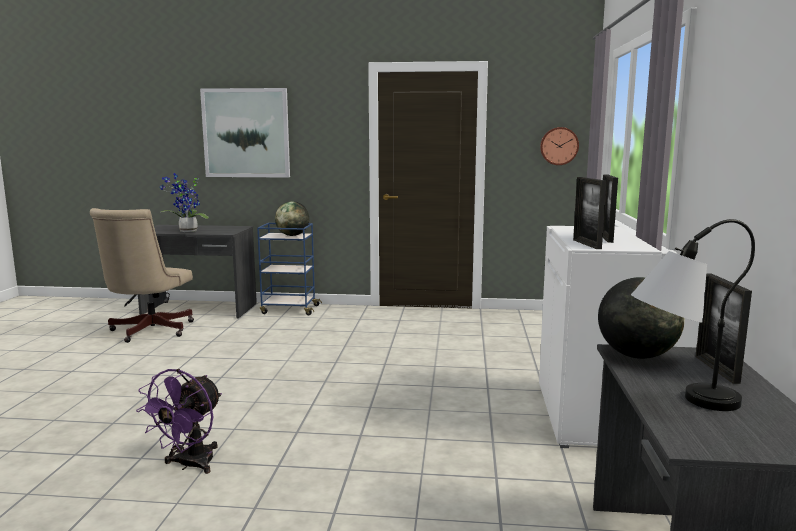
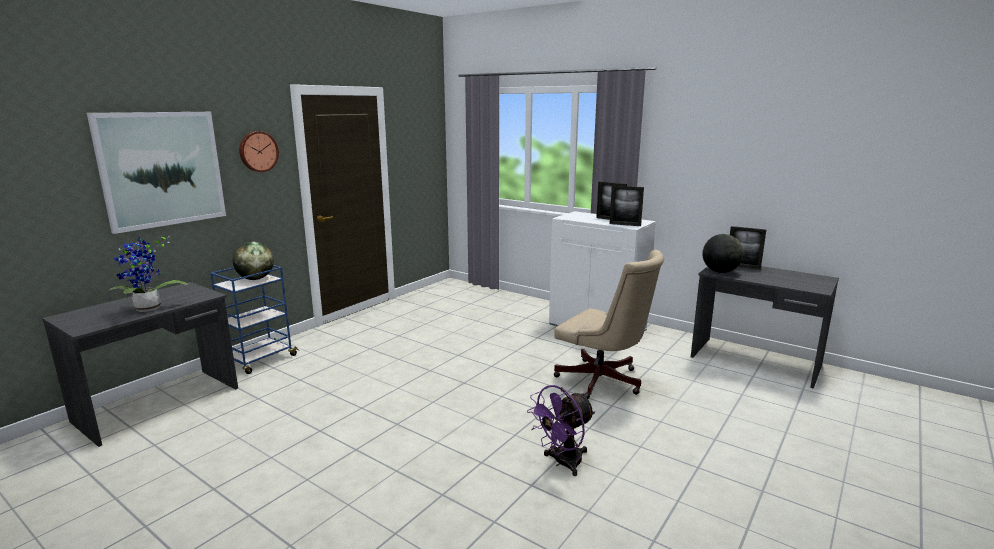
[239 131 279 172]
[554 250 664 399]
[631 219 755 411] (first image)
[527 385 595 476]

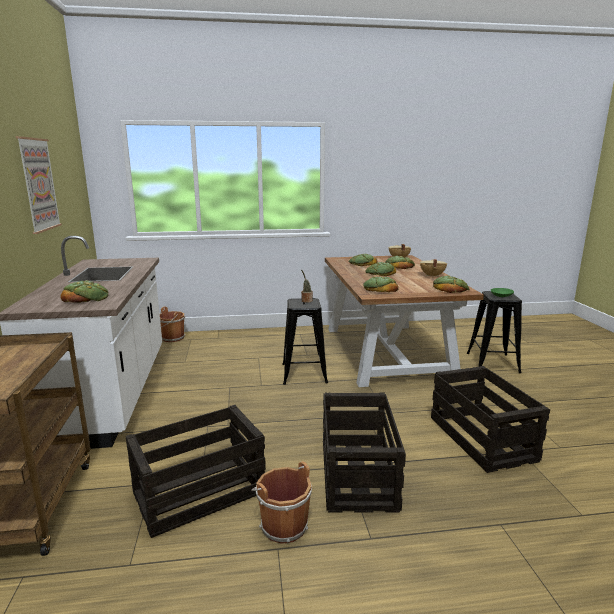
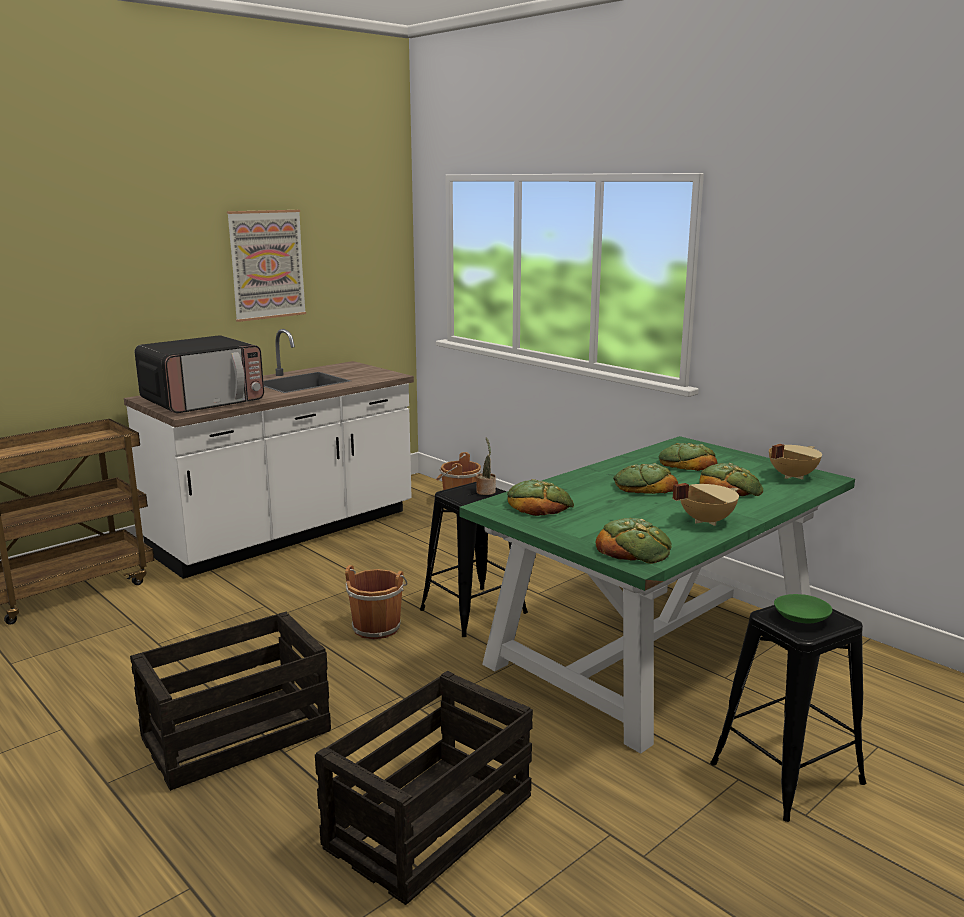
[459 436 855 754]
[135 335 264 413]
[126 405 266 538] (first image)
[345 565 408 639]

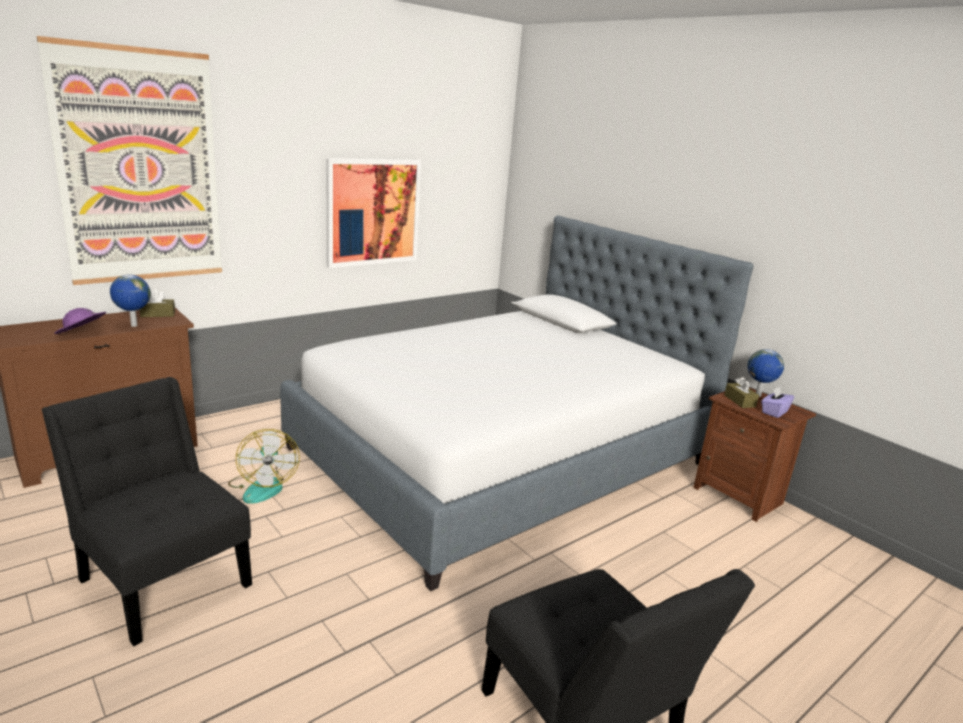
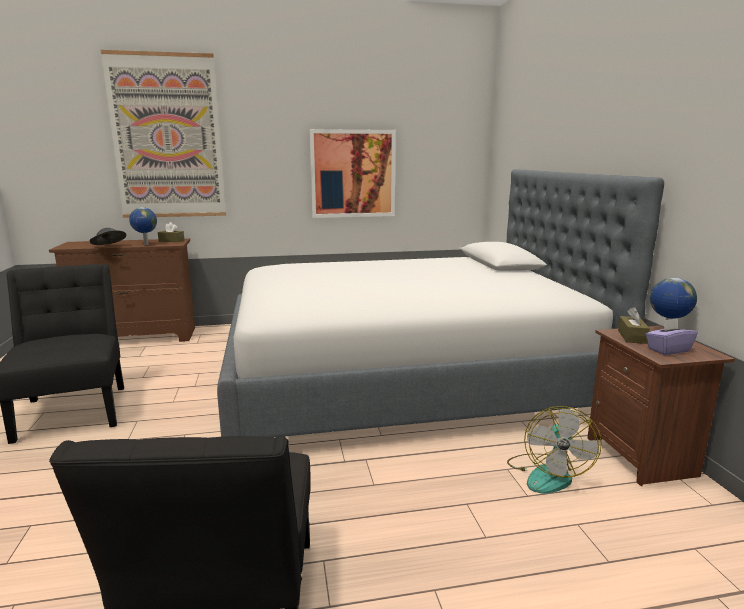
[90 228 126 245]
[507 406 602 494]

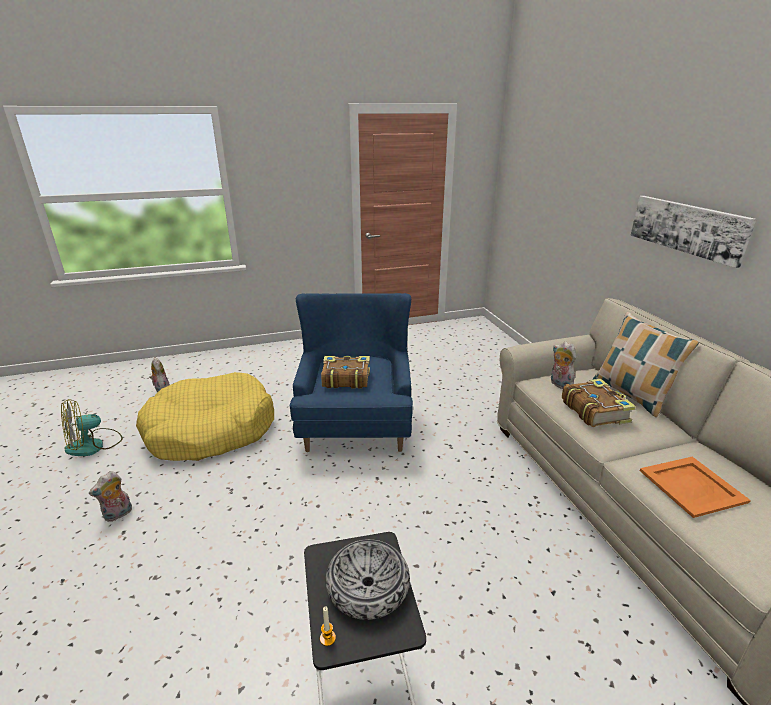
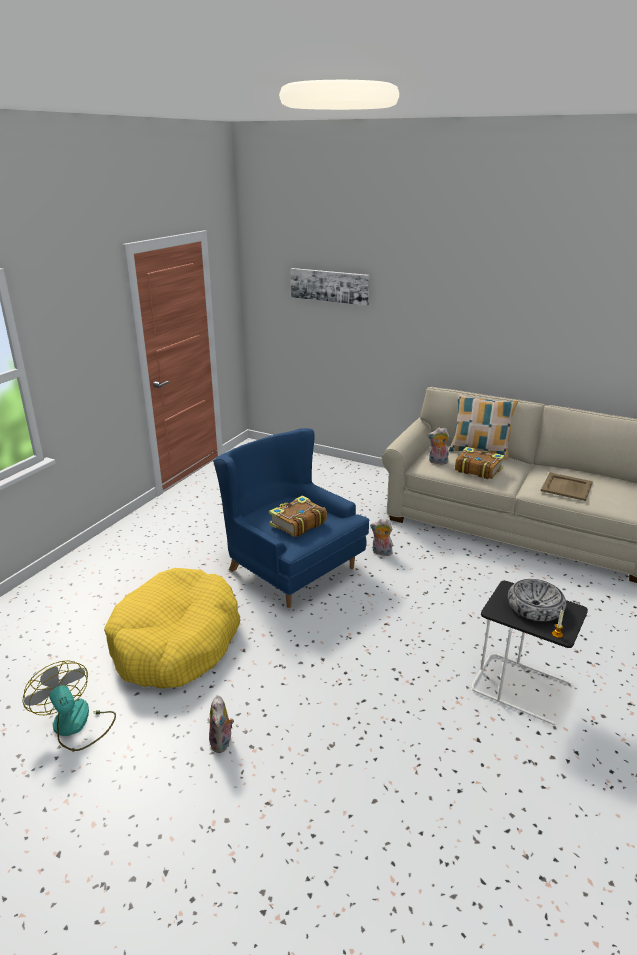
[291 268 370 306]
[370 519 394 556]
[22 660 116 751]
[541 472 593 501]

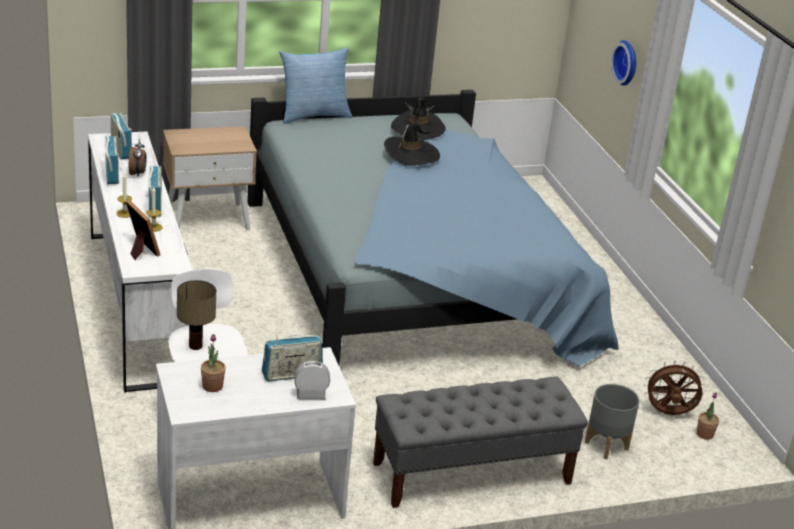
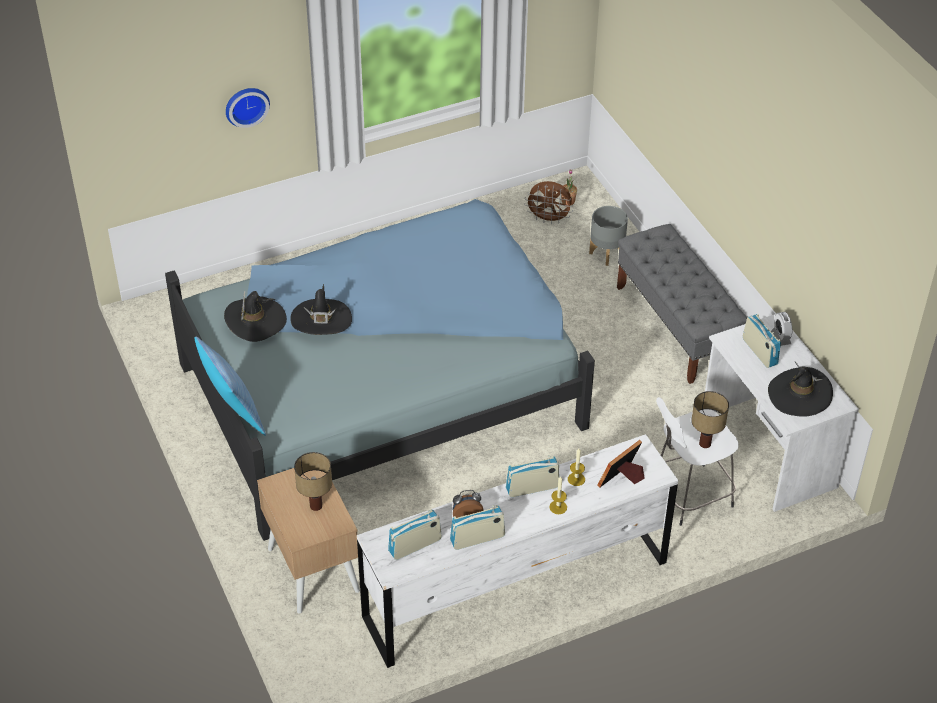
[768 361 833 417]
[525 181 573 224]
[294 452 332 511]

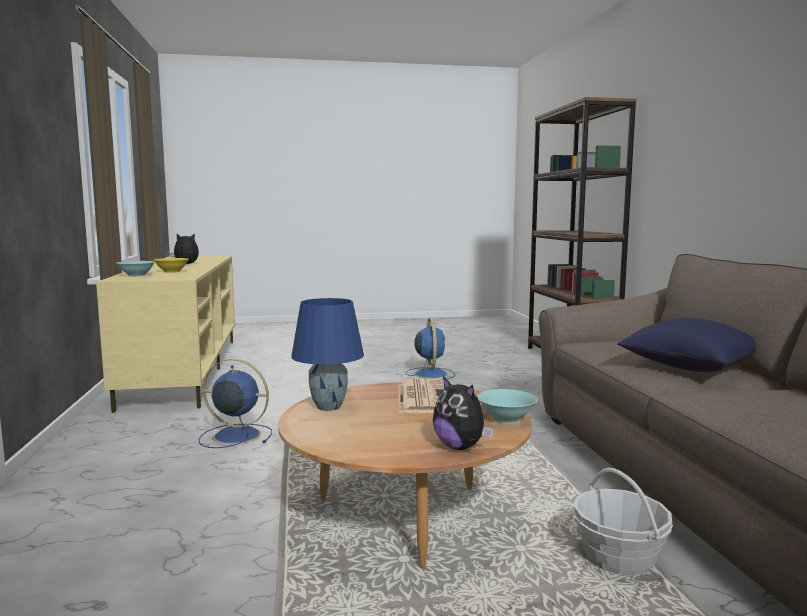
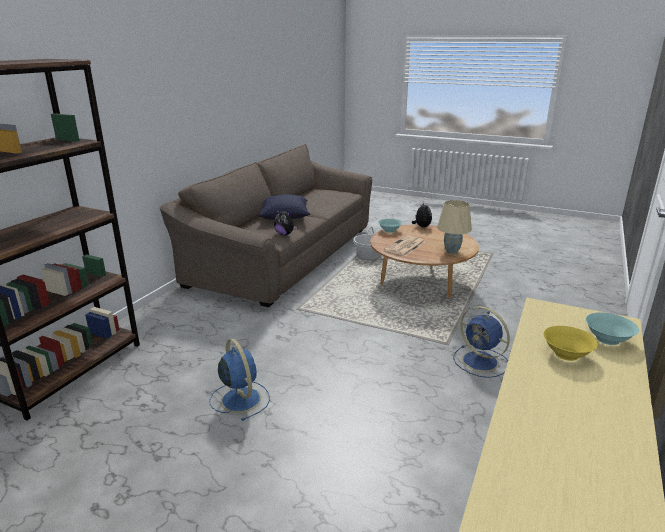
[274 209 297 235]
[437 200 472 254]
[210 338 270 421]

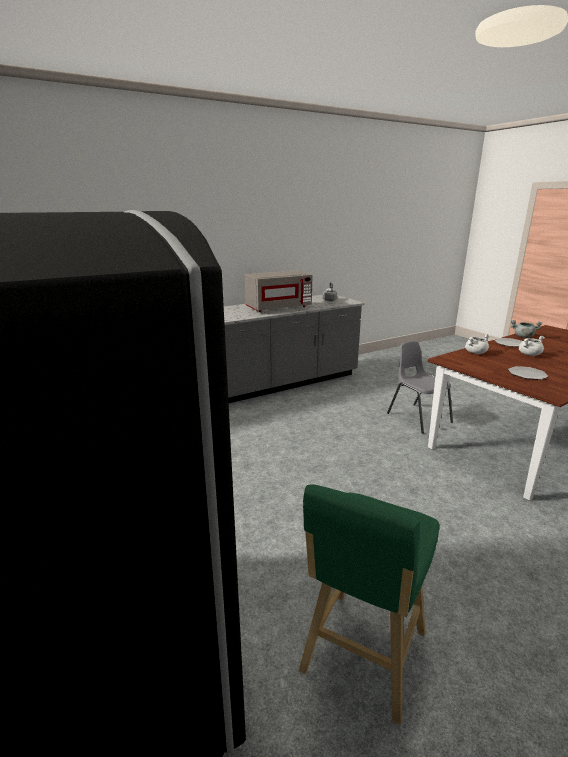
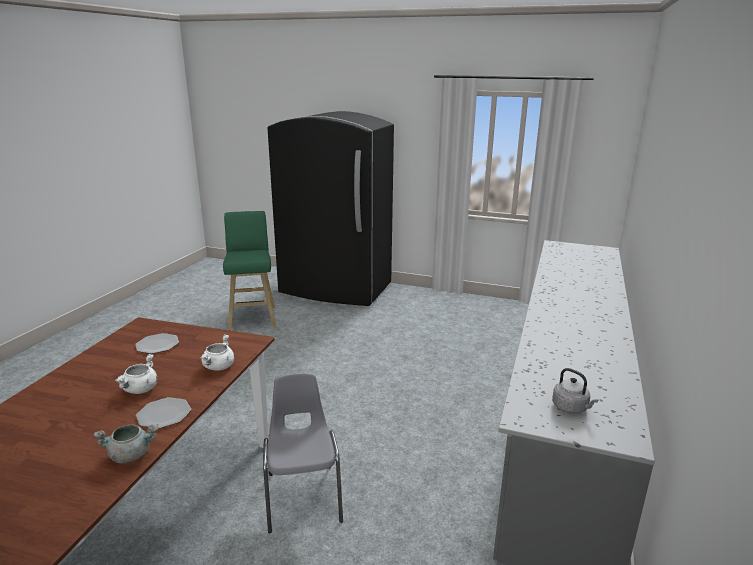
[245 270 313 312] (first image)
[263 373 343 533]

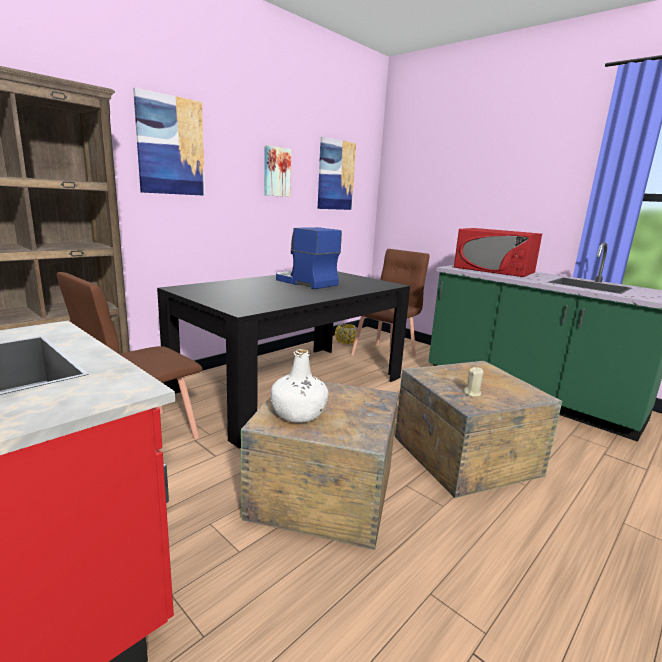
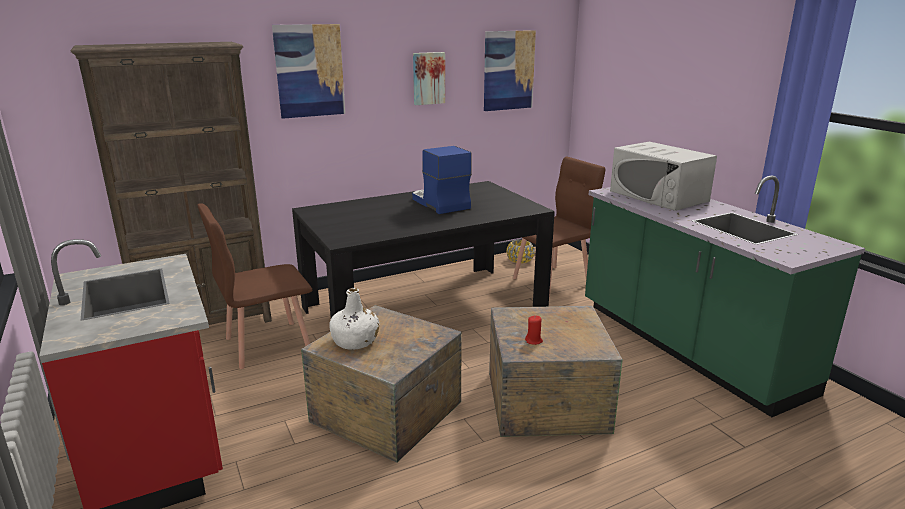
[610 142 717 211]
[525 315 543 345]

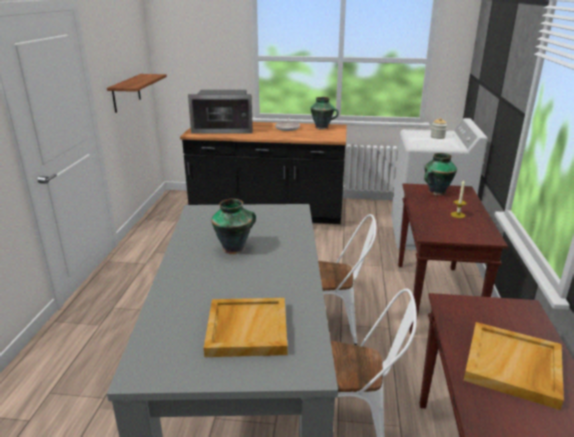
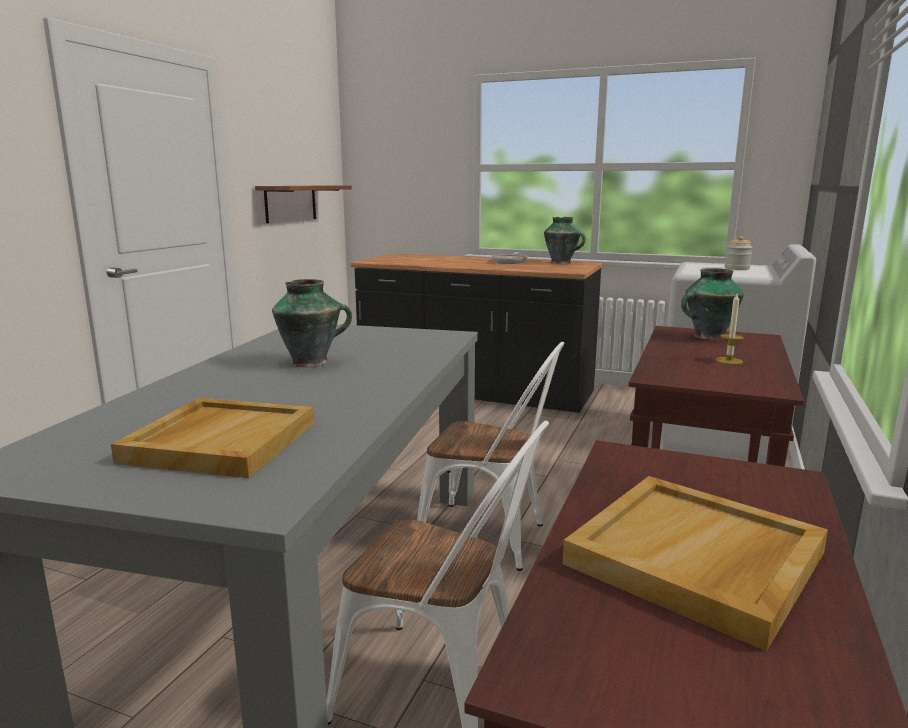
[188 90 253 134] (first image)

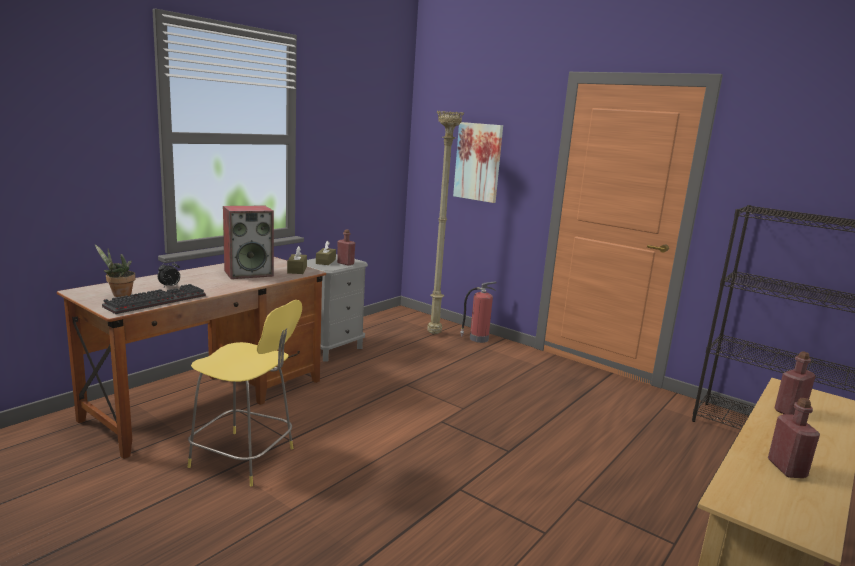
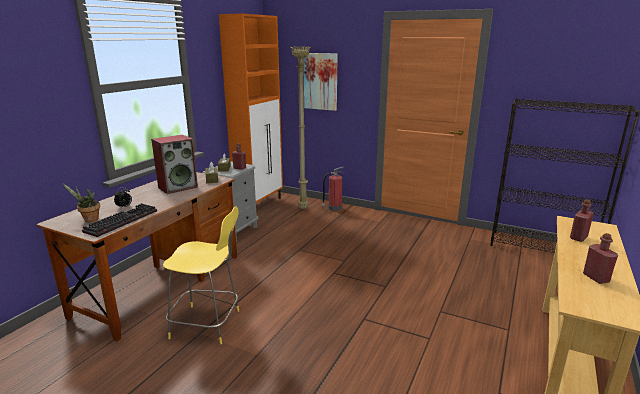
[219 13 283 203]

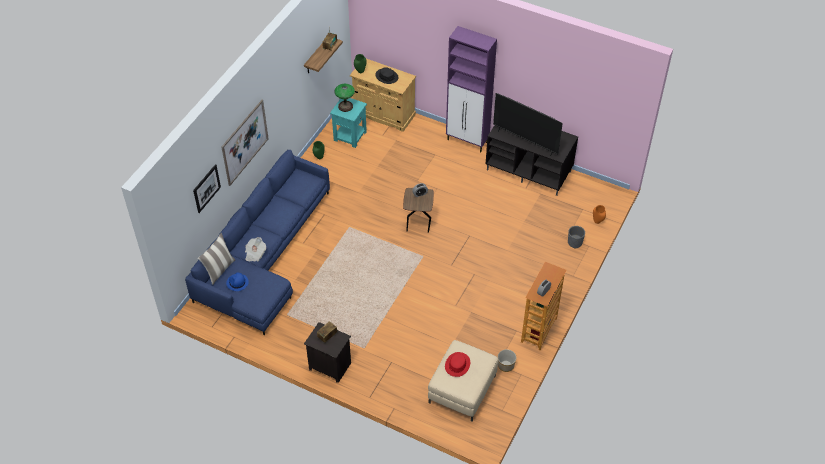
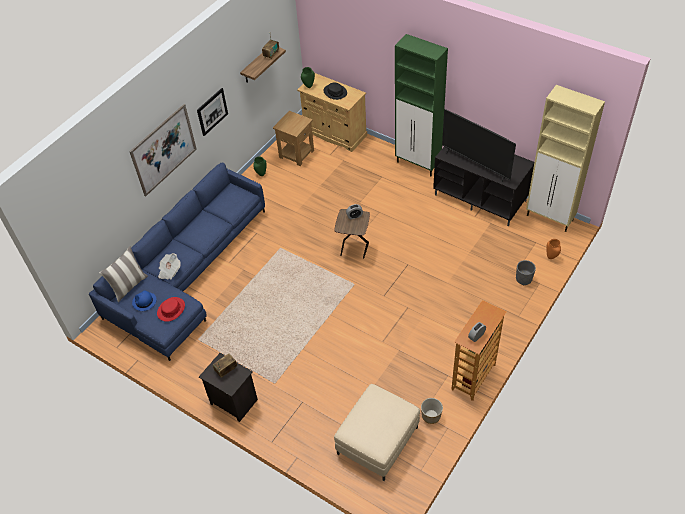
[395 34 448 176]
[334 84 355 112] (first image)
[273 111 314 166]
[197 88 228 136]
[157 297 185 322]
[526 85 605 232]

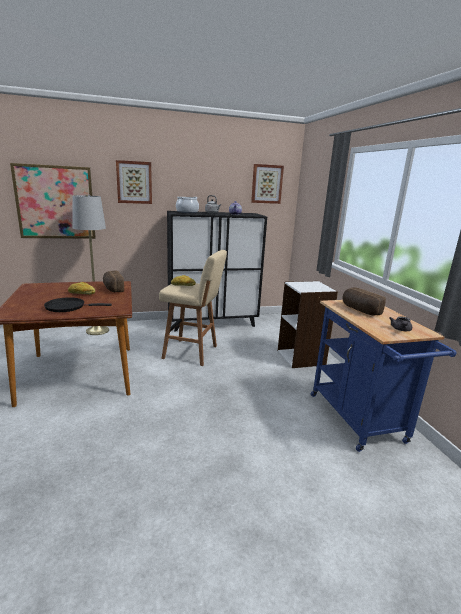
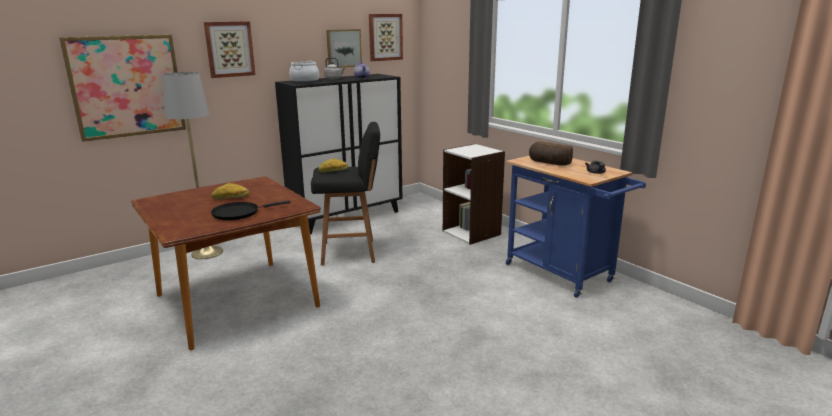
[311 122 380 266]
[103 270 124 292] (first image)
[326 29 362 68]

